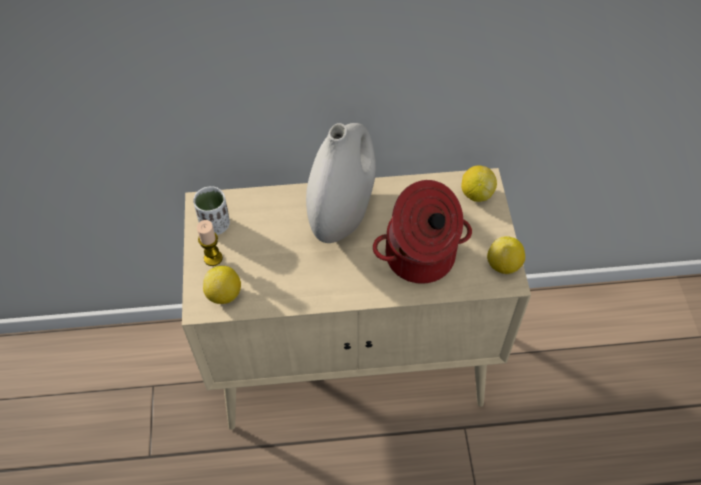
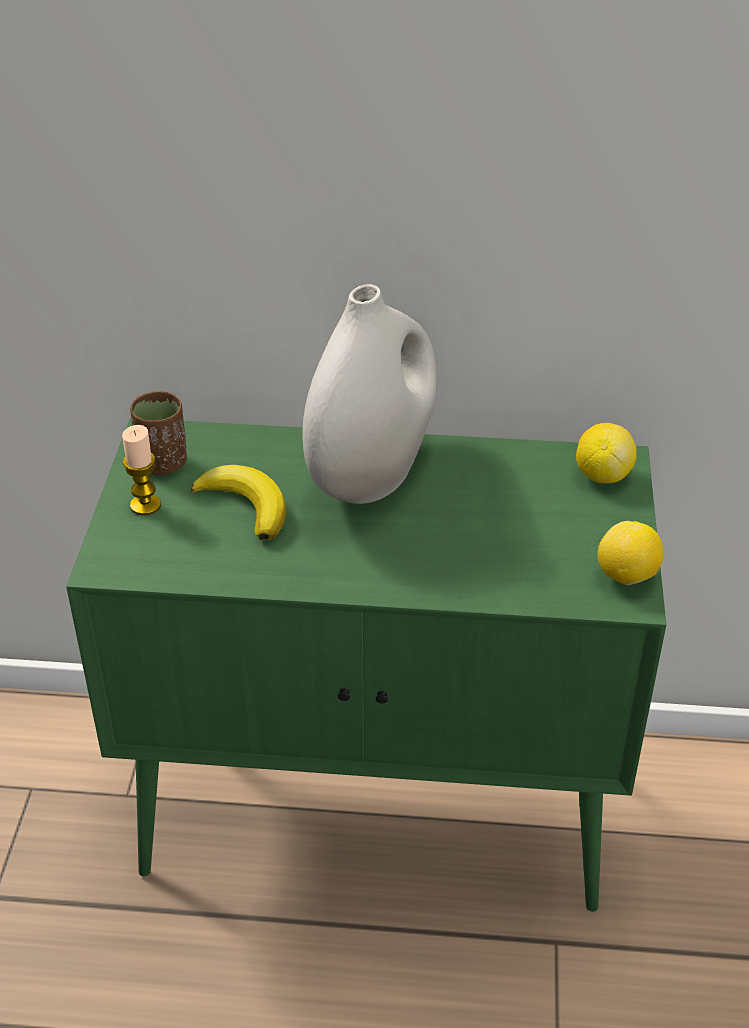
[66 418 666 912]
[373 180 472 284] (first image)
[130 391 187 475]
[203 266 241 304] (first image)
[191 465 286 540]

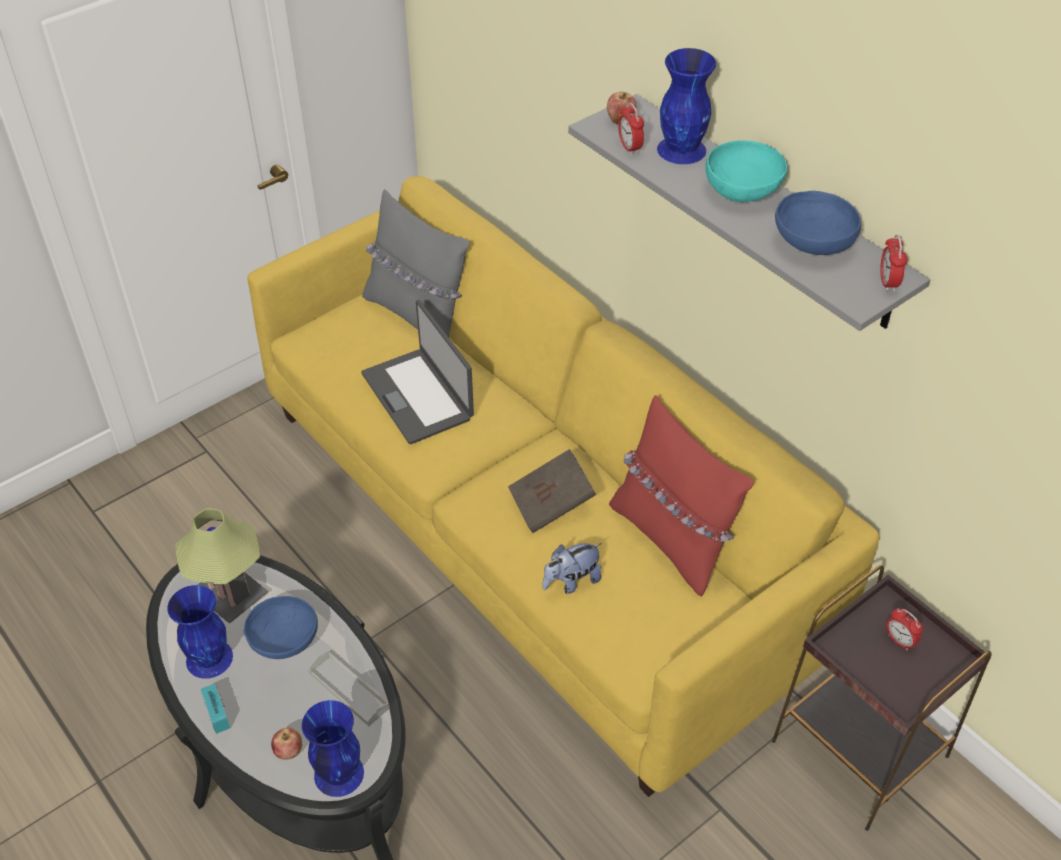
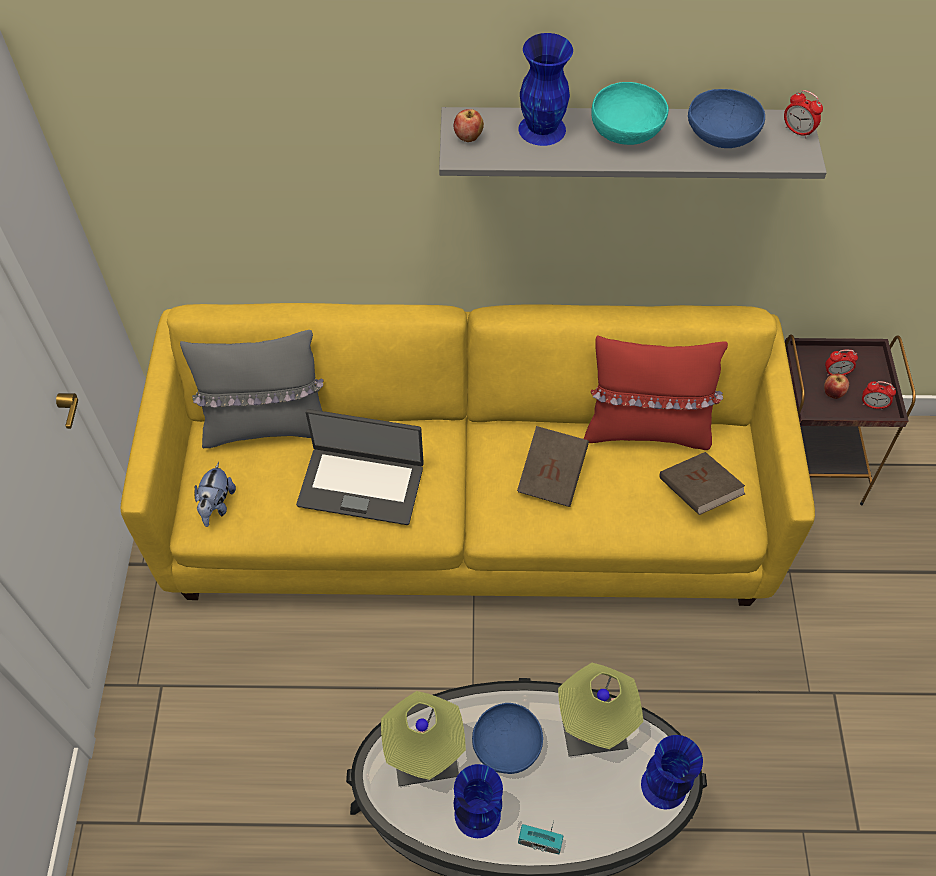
[862 381 896 410]
[195 462 236 527]
[558 663 643 756]
[824 373 849 399]
[659 452 745 515]

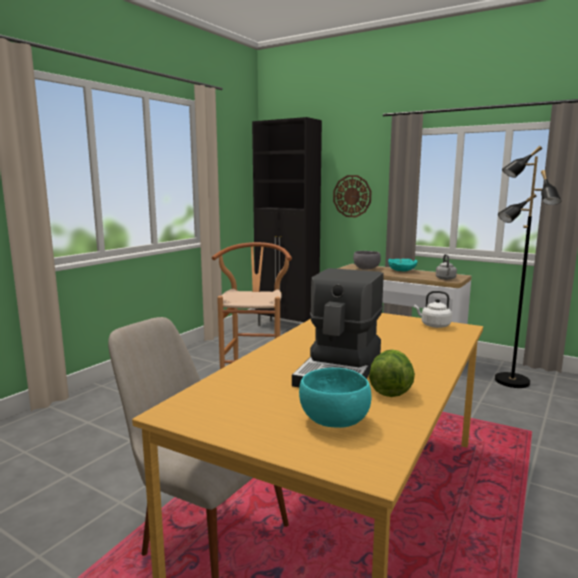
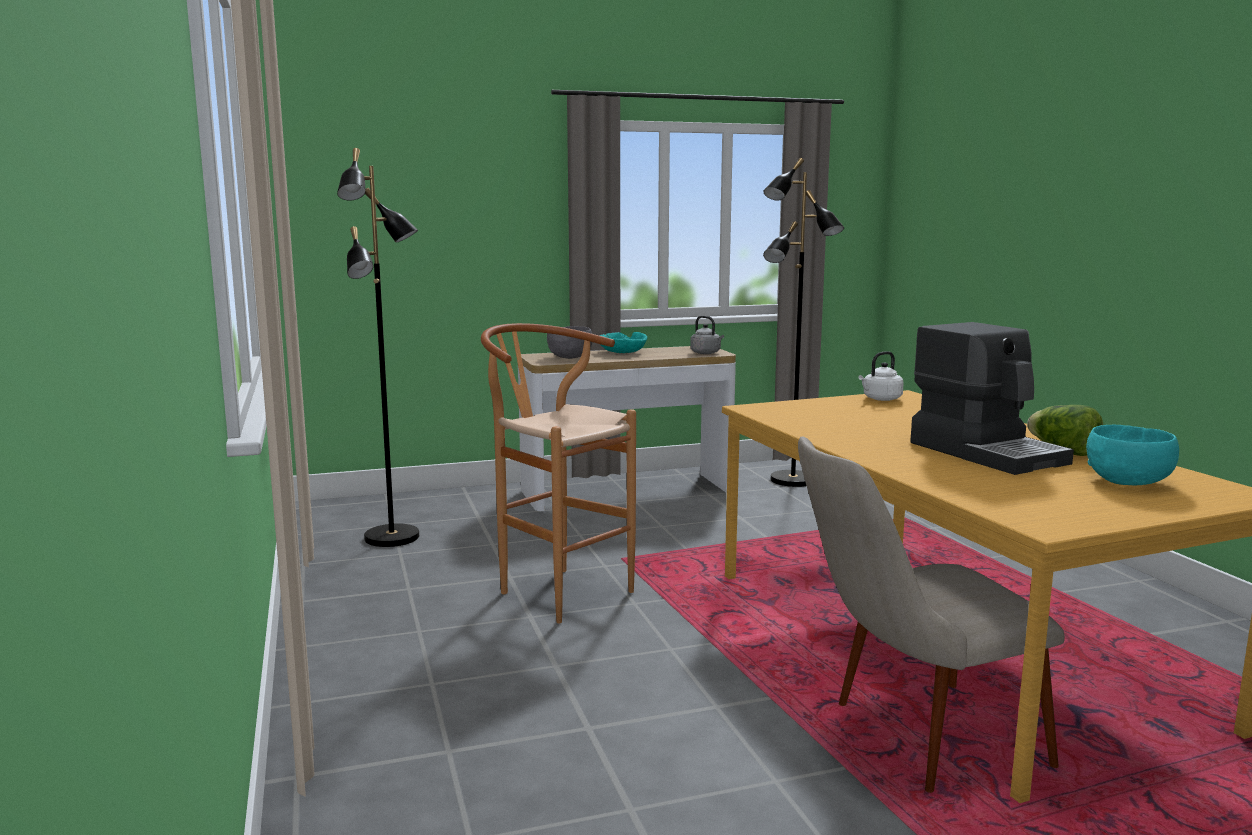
[252 117 322 326] (first image)
[333 175 371 217] (first image)
[337 148 419 547]

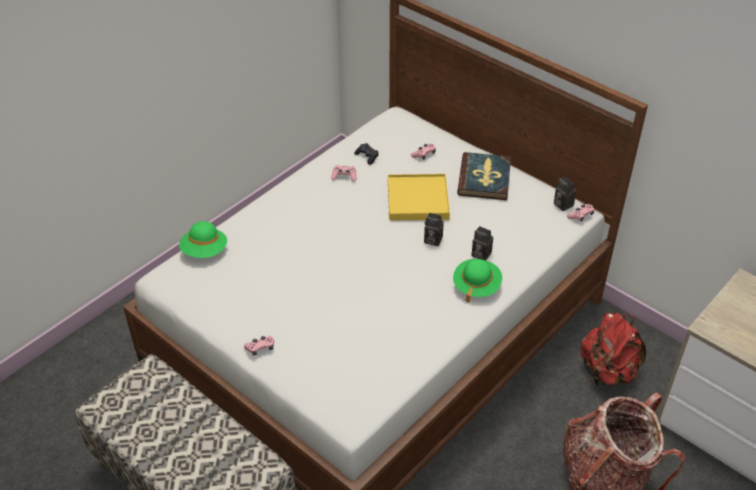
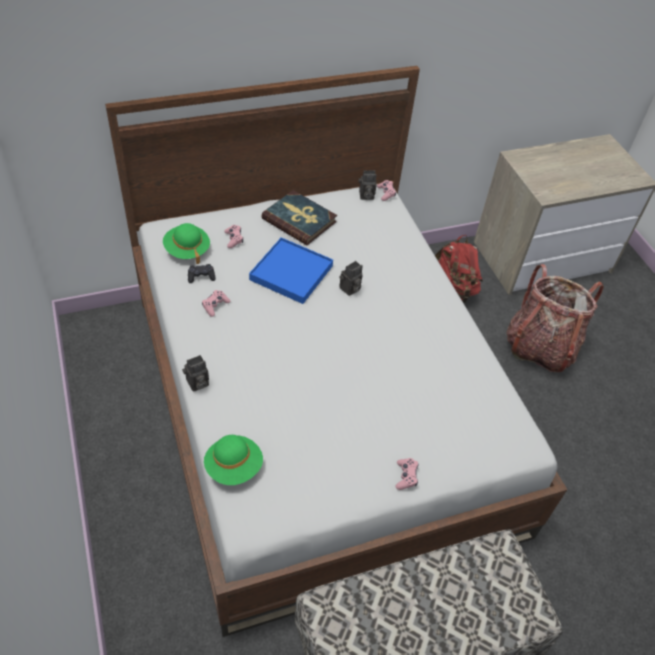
[249 237 333 304]
[182 355 209 392]
[163 223 210 264]

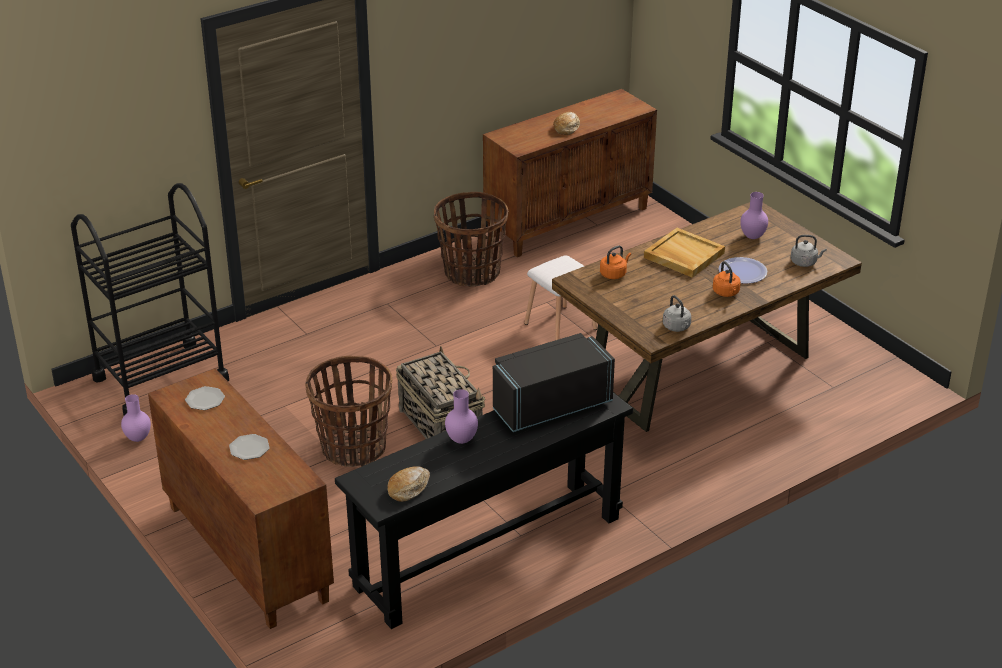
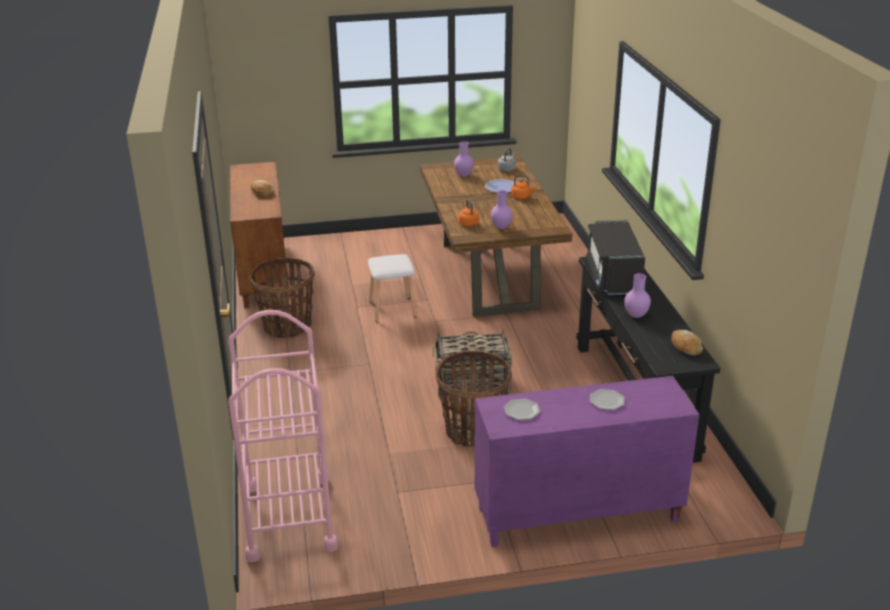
[228 310 338 562]
[644 228 725 278] (first image)
[663 295 691 332] (first image)
[475 376 699 547]
[491 190 513 229]

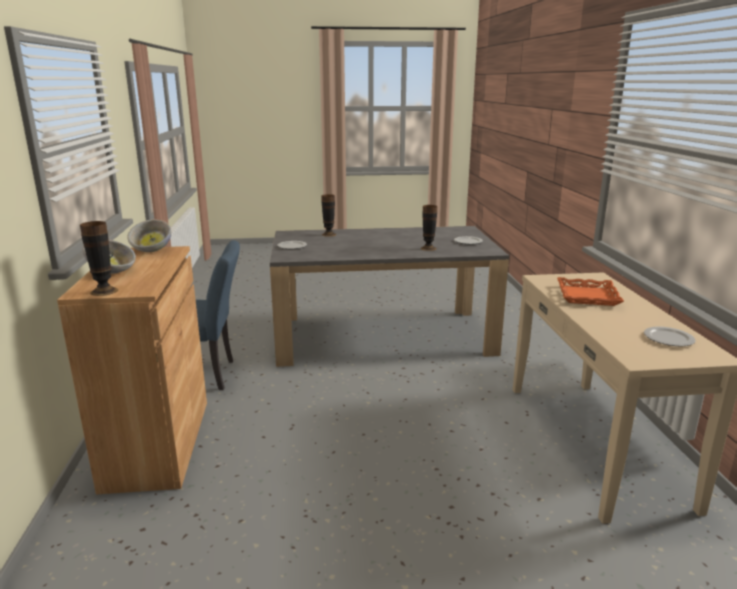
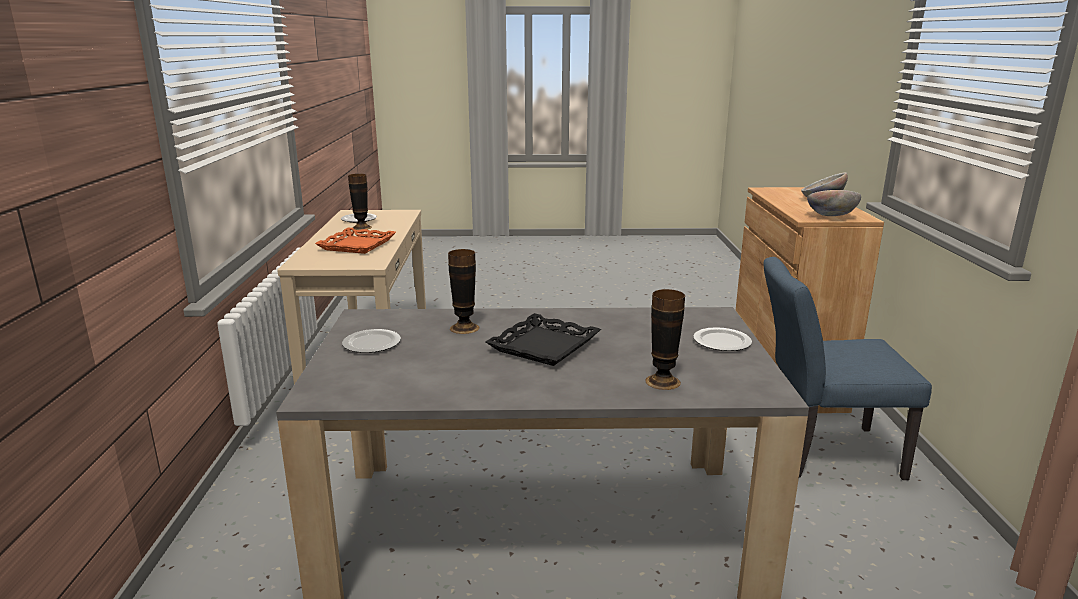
[348 174 372 230]
[486 313 601 366]

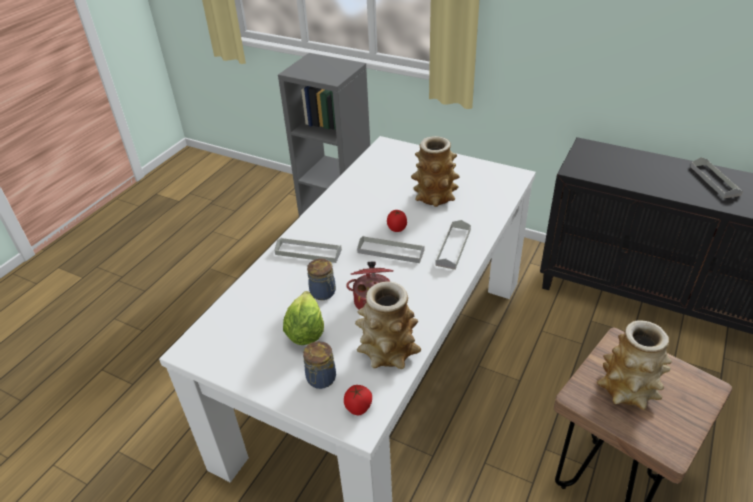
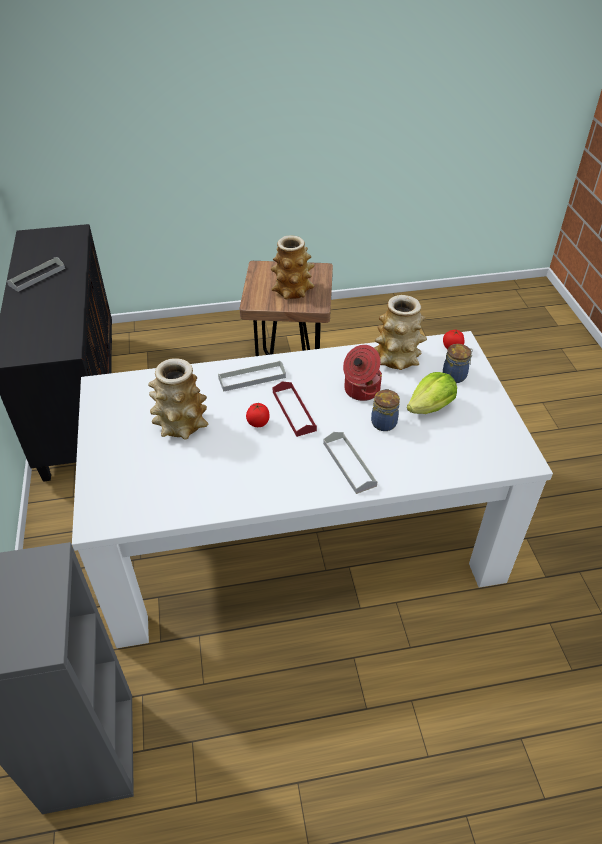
[273 381 317 437]

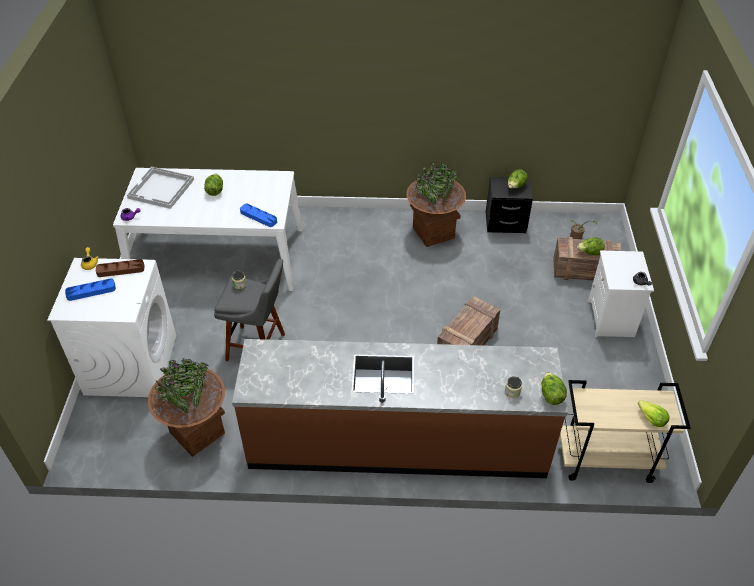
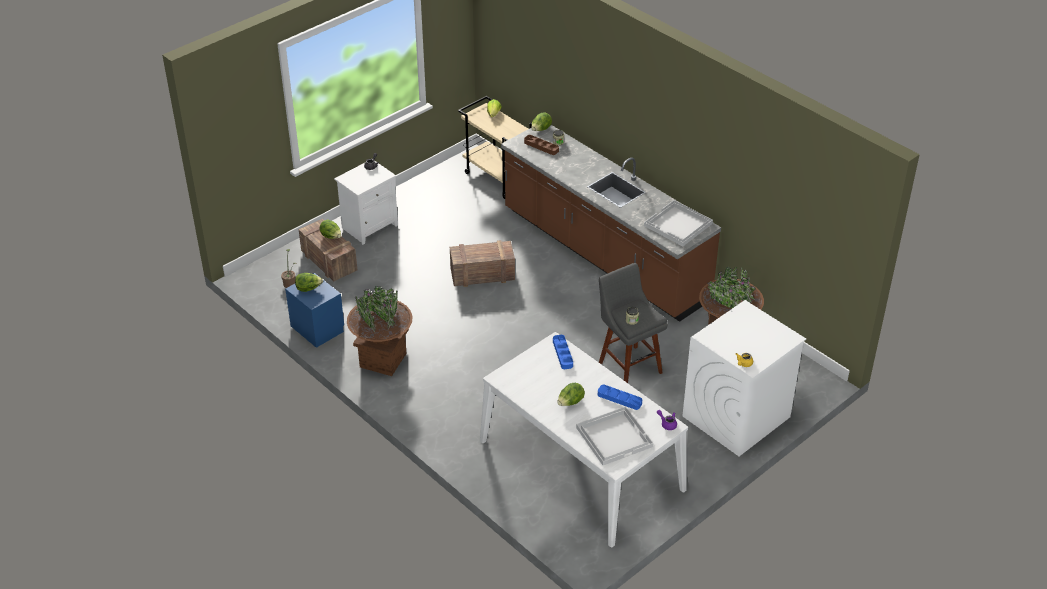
[285 273 344 348]
[524 135 559 155]
[598 385 642 410]
[644 200 713 246]

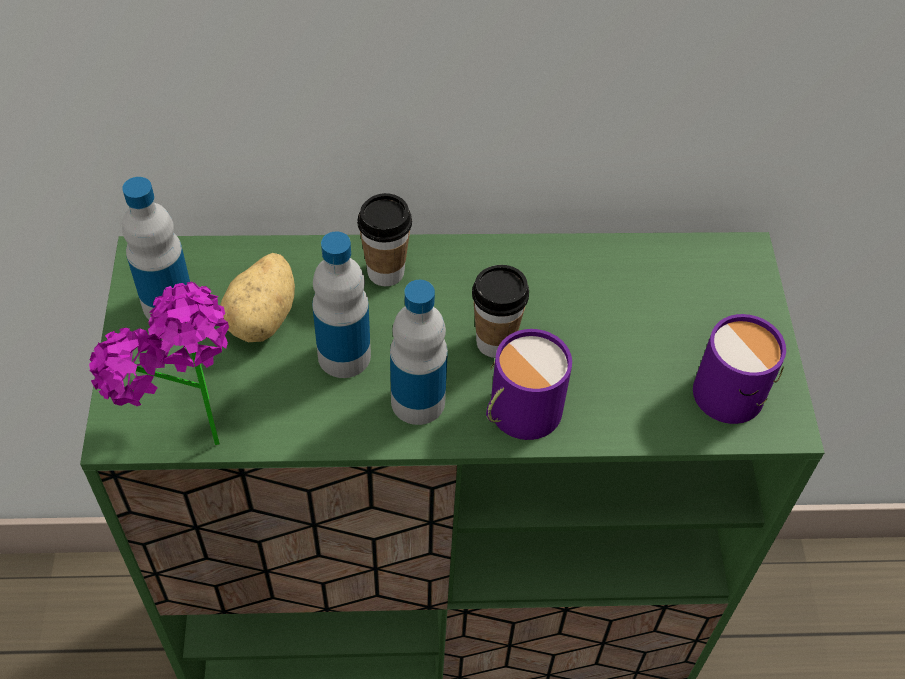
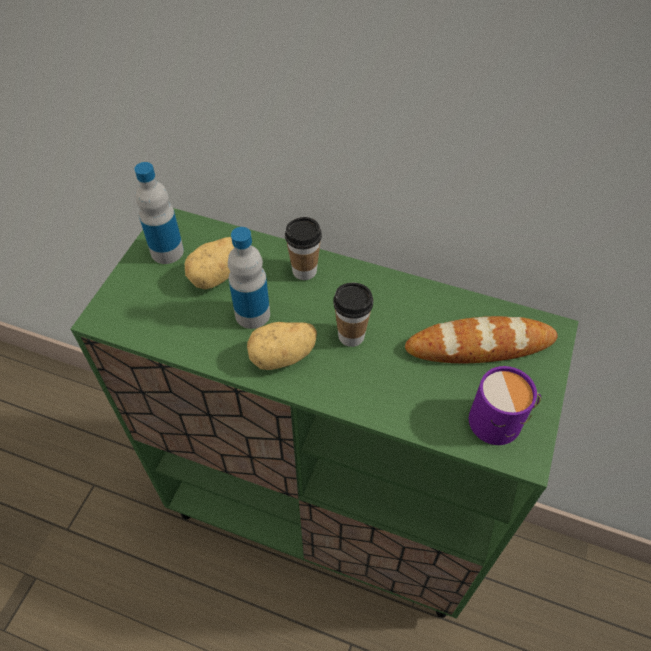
[247 322 317 370]
[89 282 229 445] (first image)
[486 329 572 440] (first image)
[405 316 558 363]

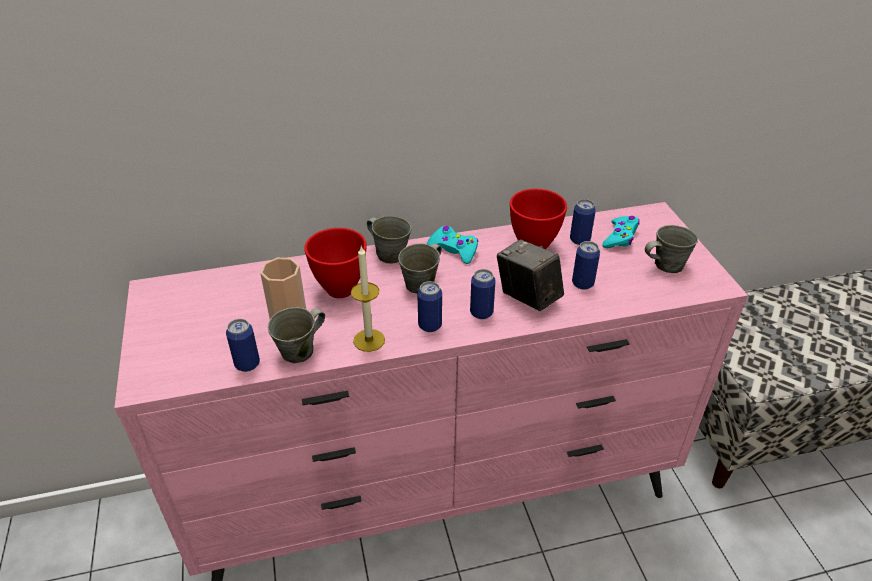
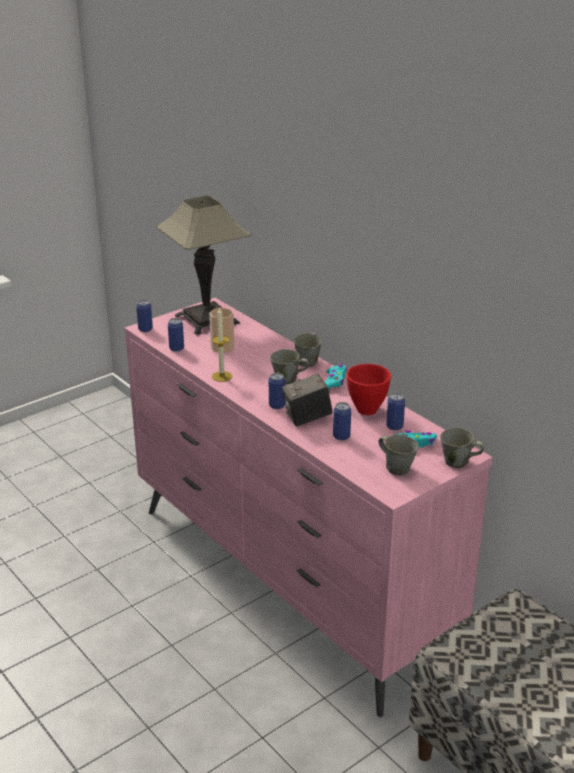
[304 228 367 298] (first image)
[282 374 333 426]
[136 300 153 332]
[440 427 484 468]
[156 196 251 335]

